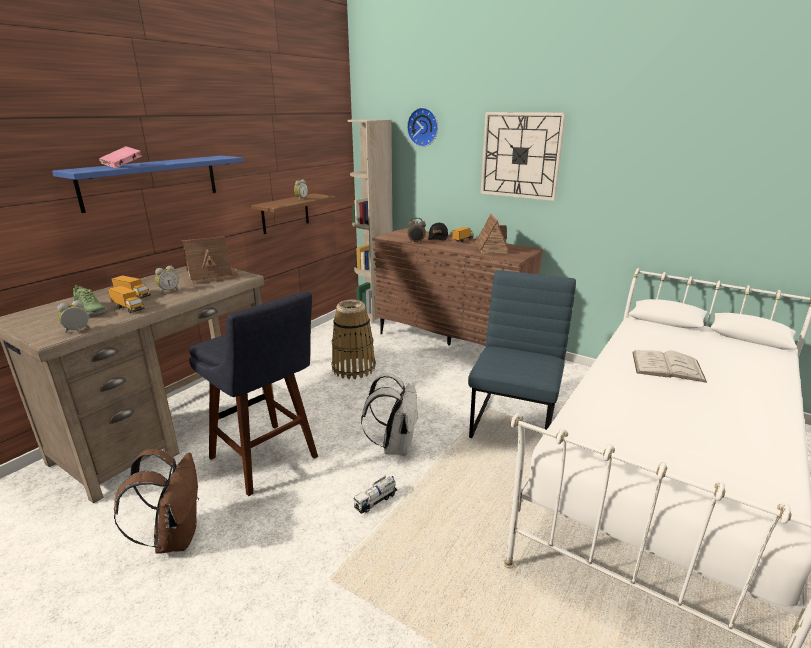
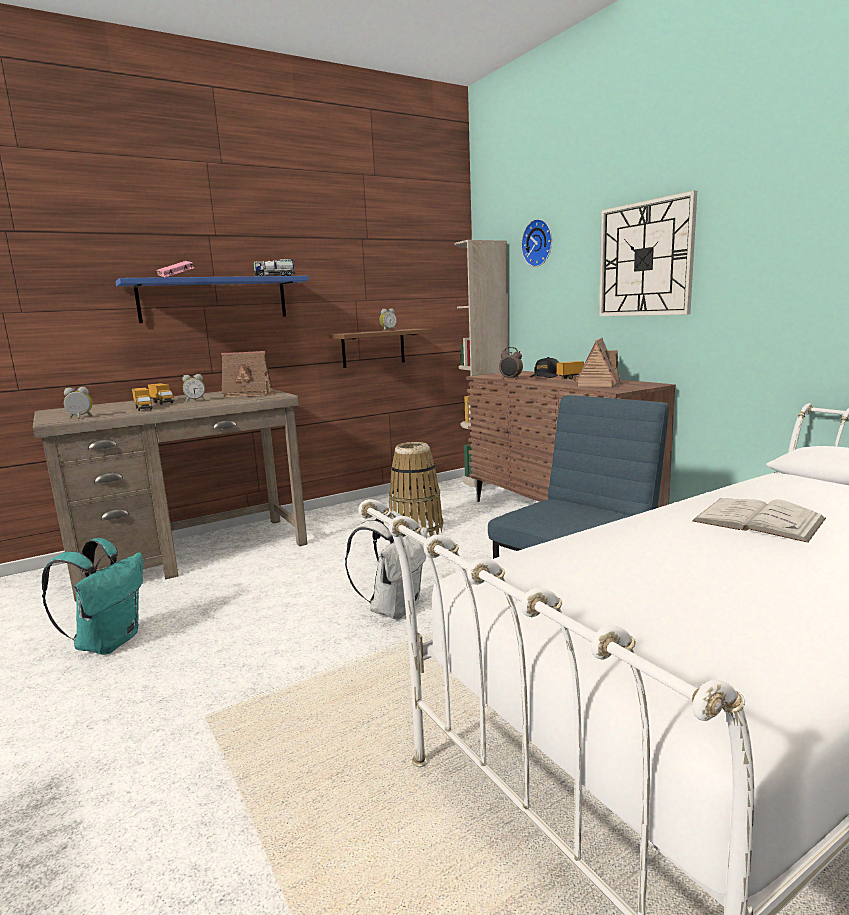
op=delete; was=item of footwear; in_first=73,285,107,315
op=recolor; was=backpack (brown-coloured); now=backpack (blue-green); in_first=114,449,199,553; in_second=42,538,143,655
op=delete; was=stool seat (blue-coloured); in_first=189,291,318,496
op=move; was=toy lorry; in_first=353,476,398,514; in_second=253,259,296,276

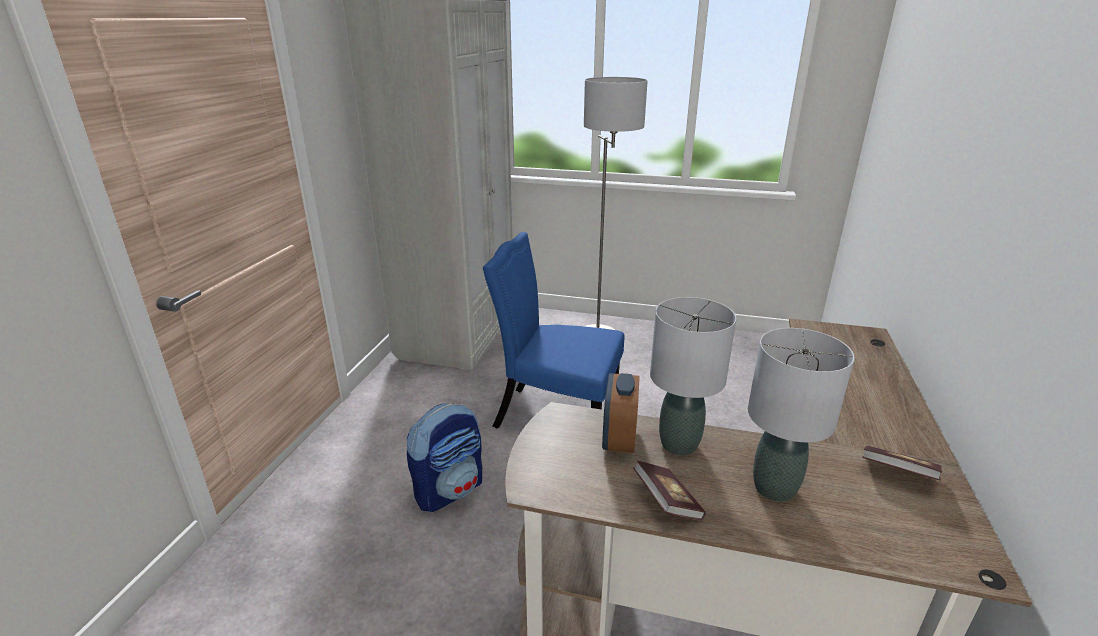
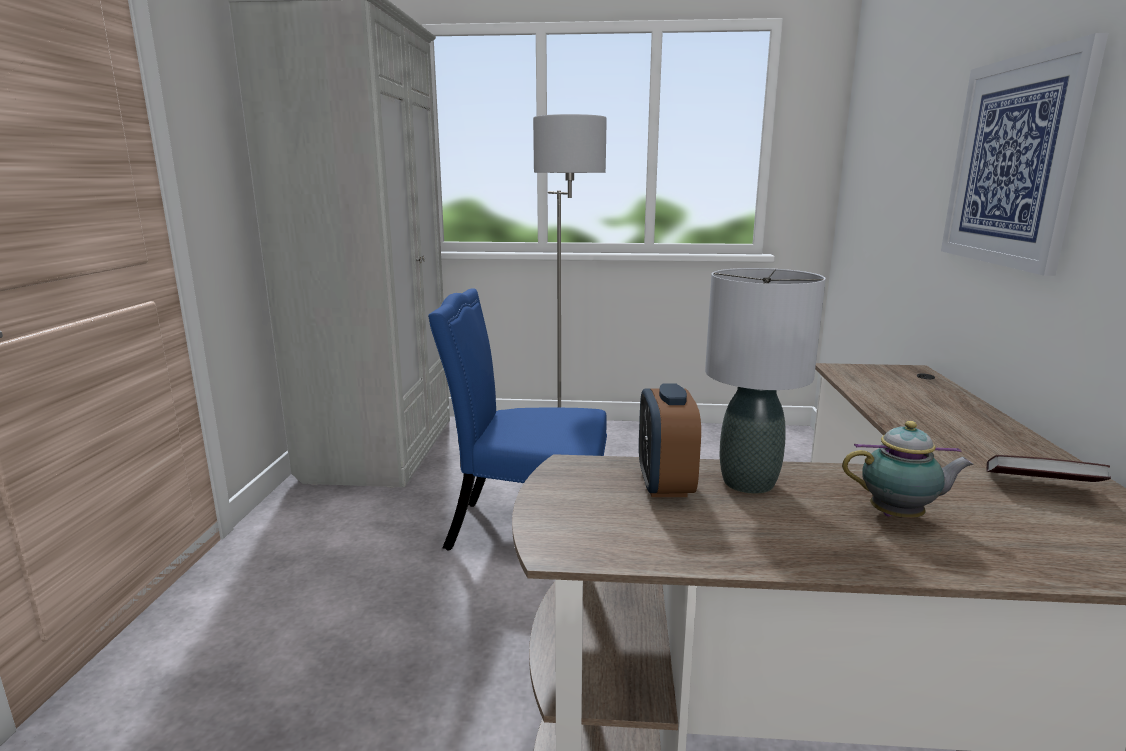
op=delete; was=backpack; in_first=407,403,482,512
op=delete; was=volume; in_first=633,461,706,520
op=replace; was=tabletop lamp (gray); now=tea pot; in_first=748,328,855,502; in_second=842,421,974,518
op=insert; now=picture; in_second=941,33,1108,276

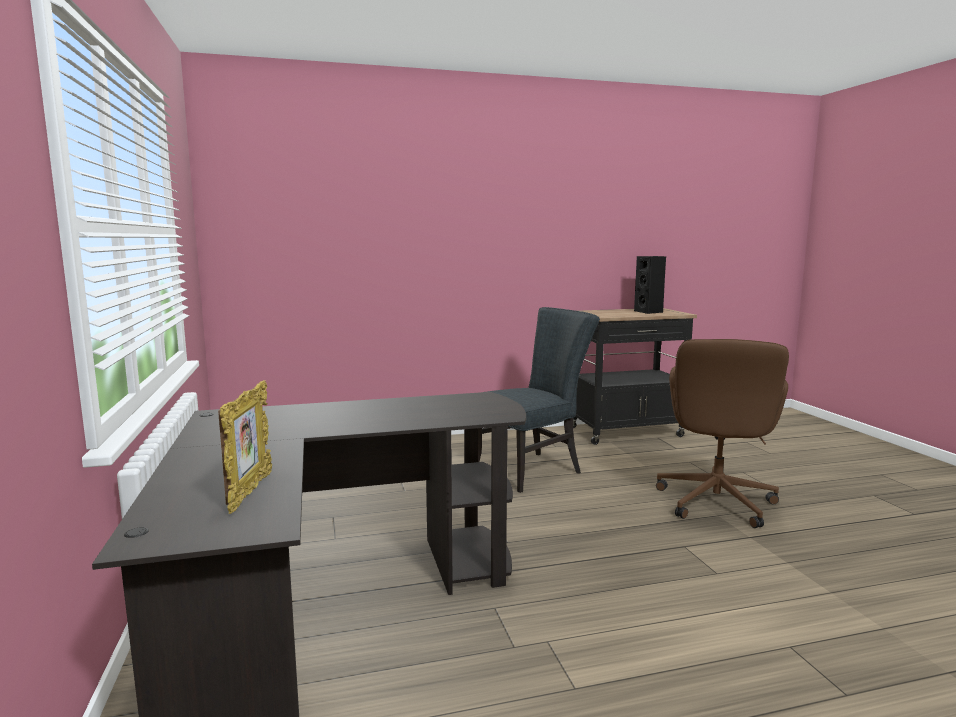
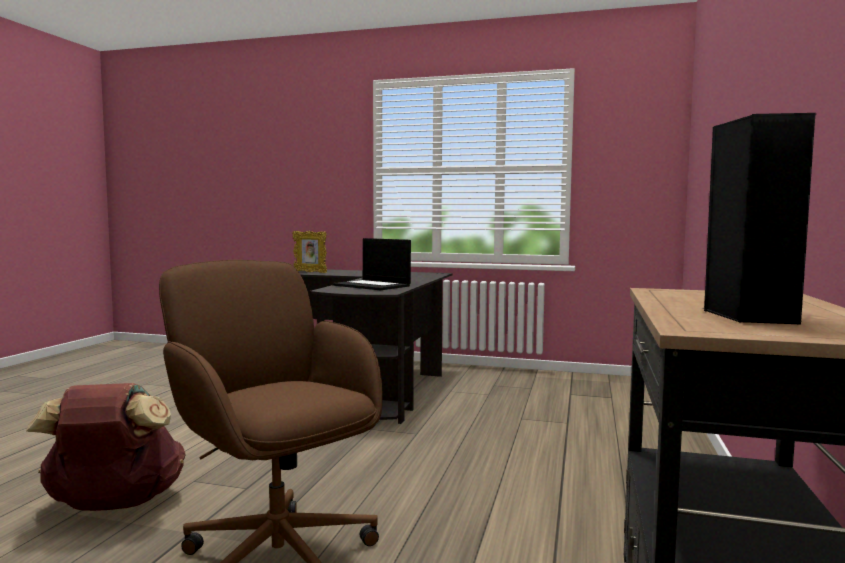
op=delete; was=chair (gray); in_first=478,307,600,493
op=insert; now=backpack (brown-coloured); in_second=26,383,186,511
op=insert; now=portable computer; in_second=333,238,411,290

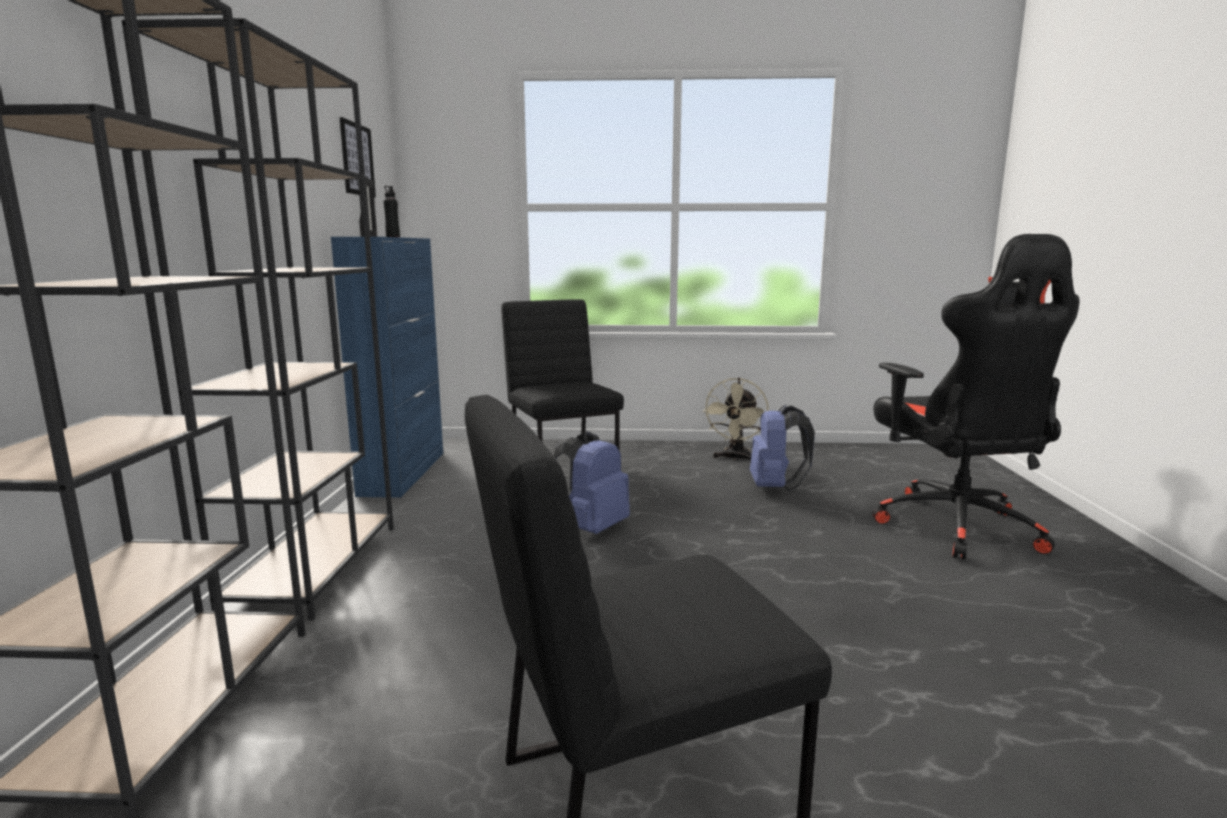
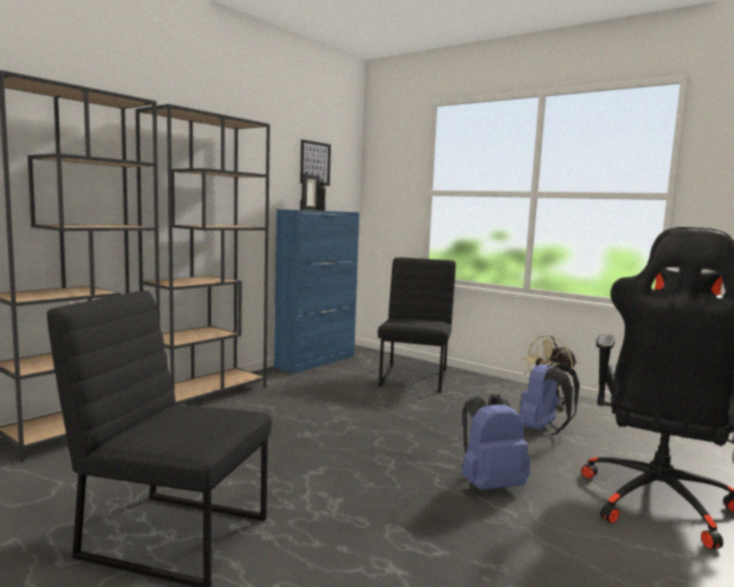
op=move; was=backpack (blue-coloured); in_first=554,431,630,534; in_second=462,394,530,490

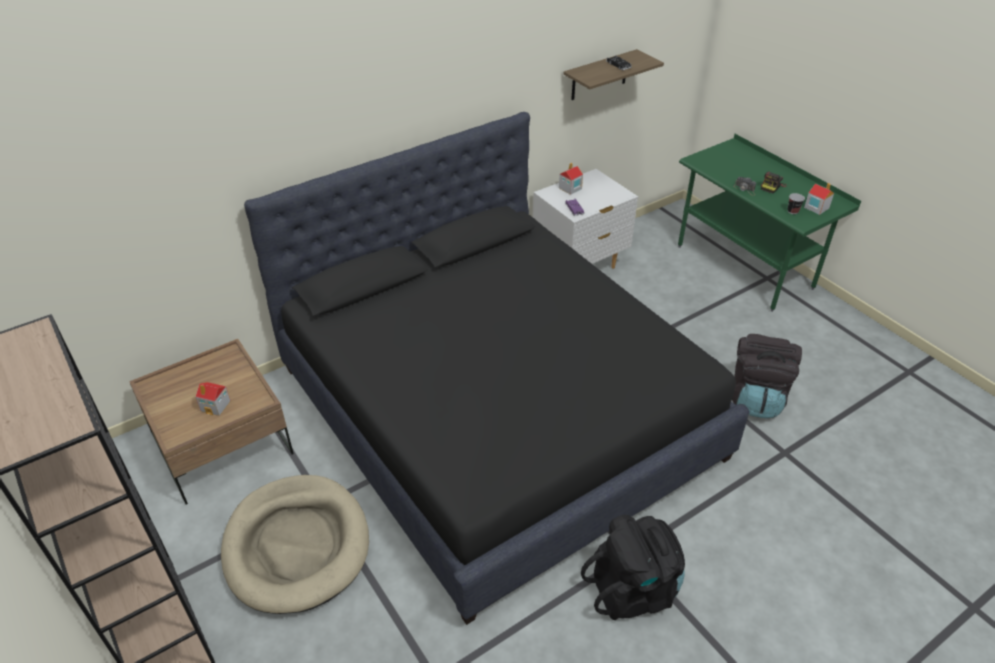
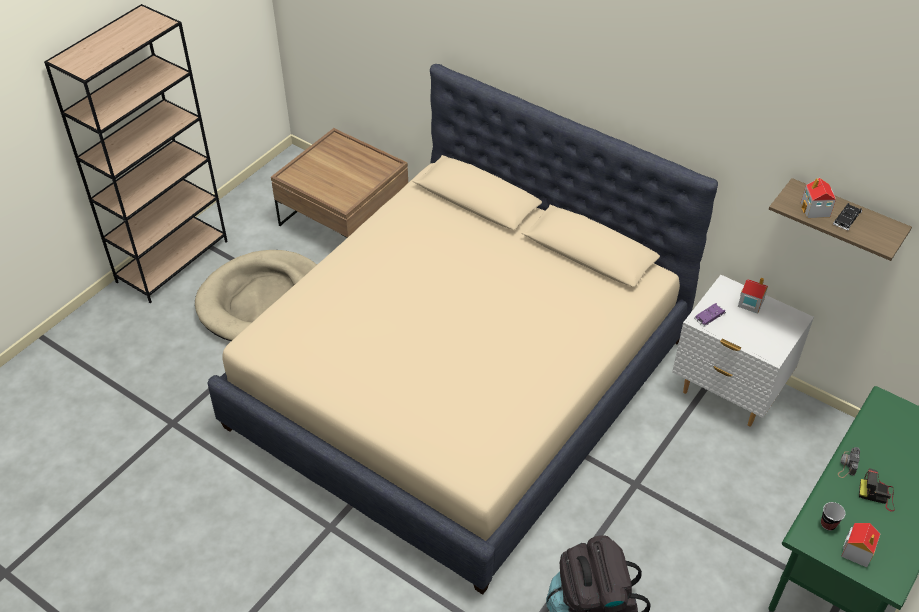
op=move; was=toy house; in_first=196,382,230,416; in_second=801,178,836,218
op=recolor; was=bedroom bed (black); now=bedroom bed (sand-coloured); in_first=244,112,750,625; in_second=207,64,718,595
op=delete; was=backpack (black); in_first=581,515,685,620

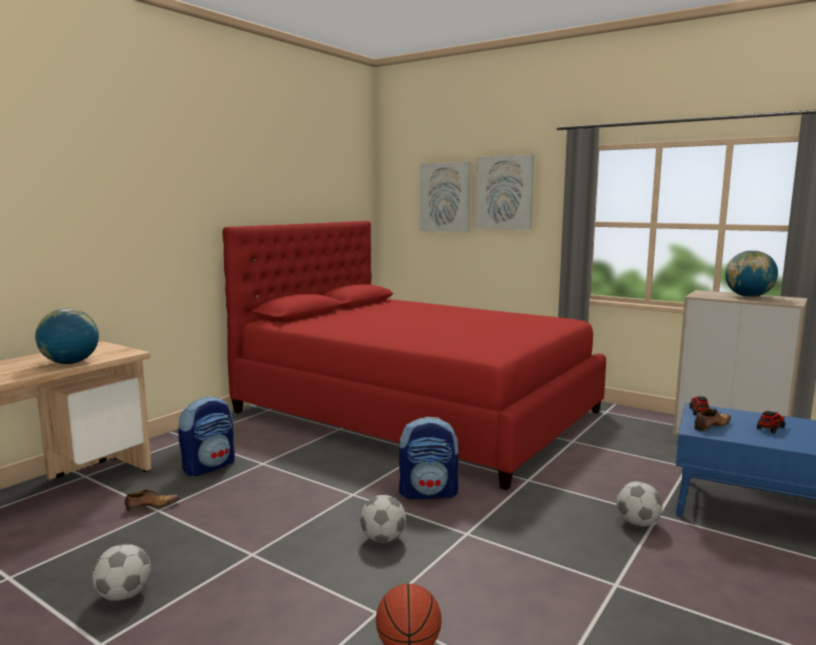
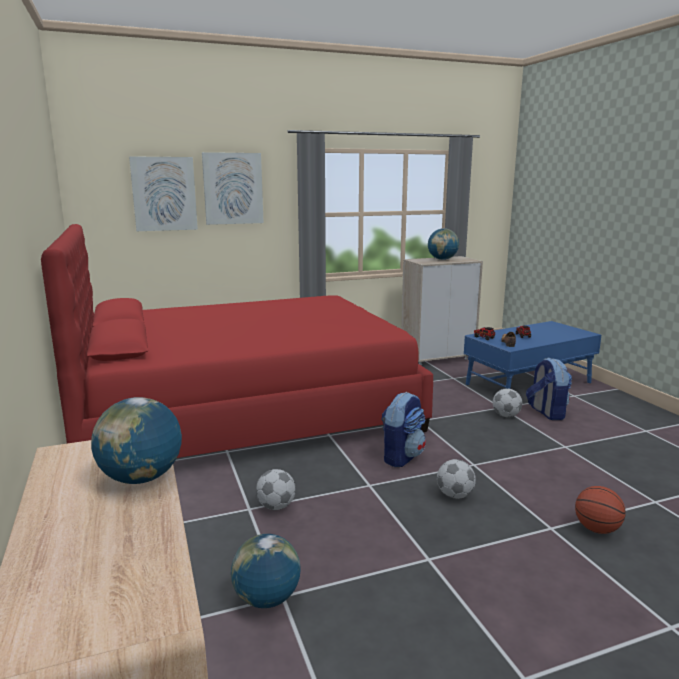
op=move; was=football; in_first=92,544,151,601; in_second=256,469,296,510
op=replace; was=item of footwear; now=desk globe; in_first=125,489,180,511; in_second=231,534,300,608
op=move; was=backpack; in_first=178,396,235,476; in_second=526,357,572,420

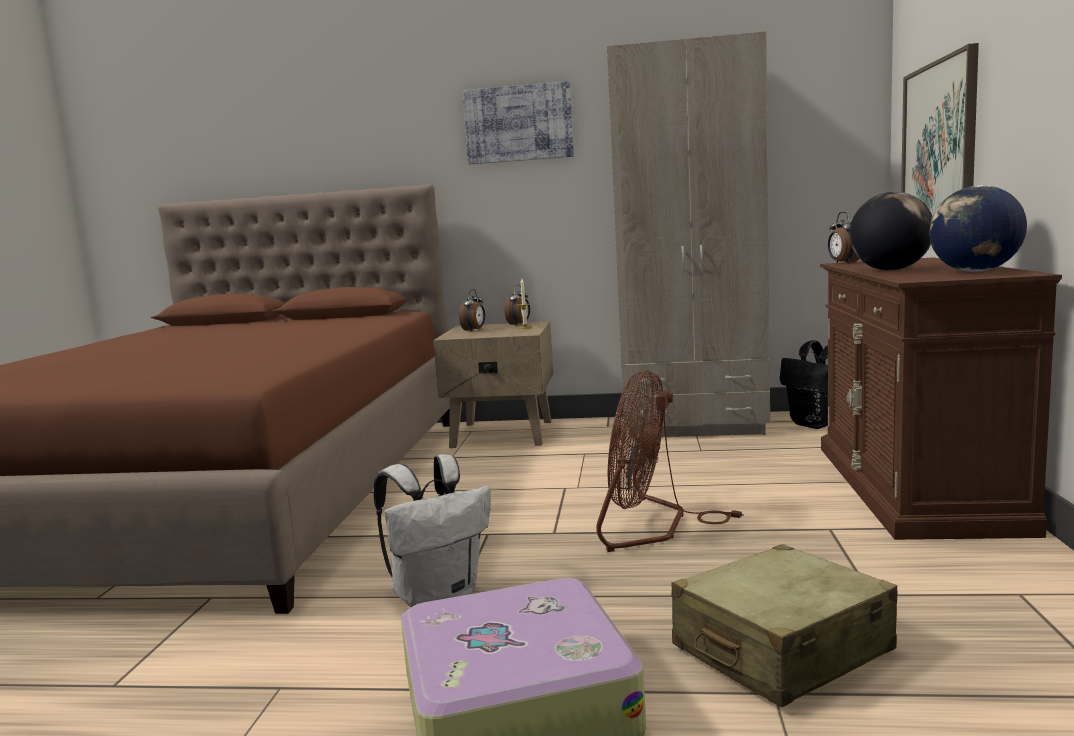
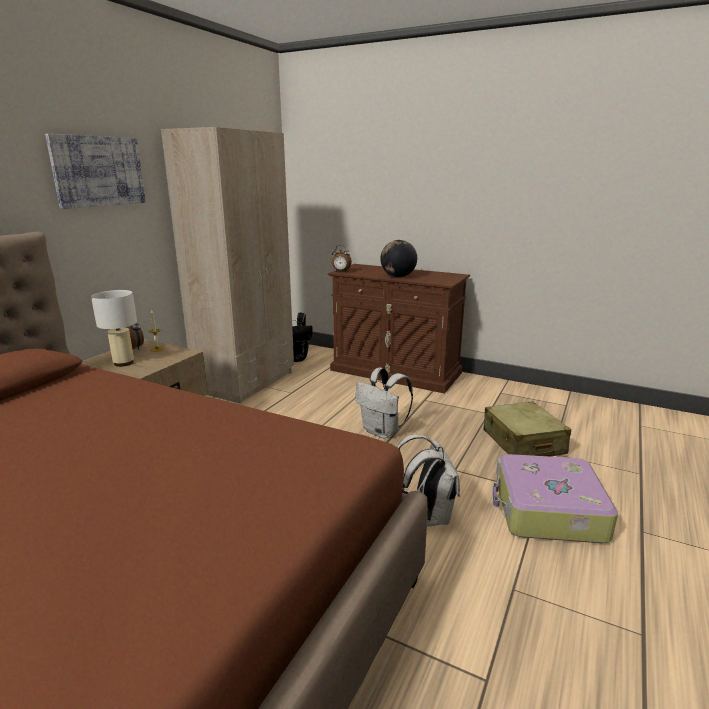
op=replace; was=alarm clock; now=tabletop lamp (whitish); in_first=459,289,485,332; in_second=91,290,137,367
op=replace; was=cooling fan (brown-coloured); now=backpack (whitish); in_first=596,370,743,552; in_second=355,368,413,438
op=delete; was=picture; in_first=901,43,979,216
op=delete; was=desk globe; in_first=929,185,1027,272

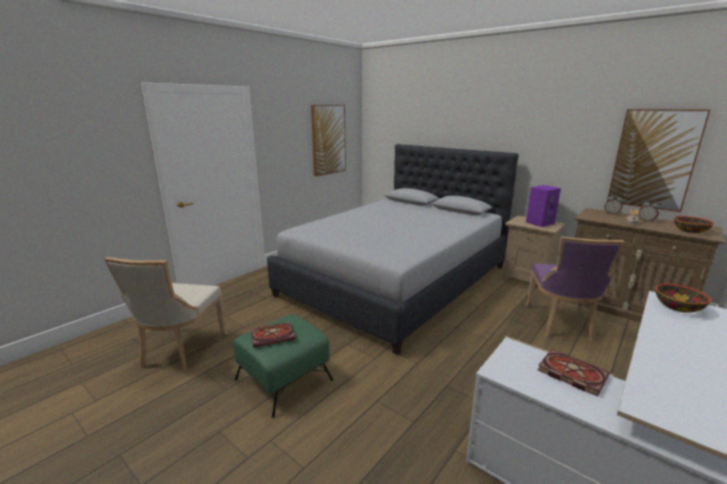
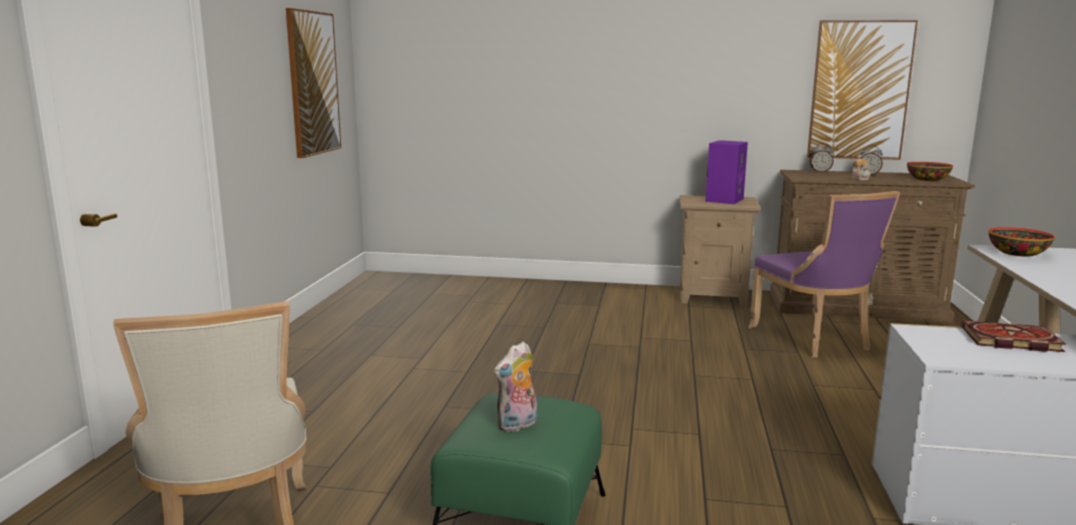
op=replace; was=volume; now=plush toy; in_first=251,322,296,348; in_second=494,342,537,432
op=delete; was=bedroom bed (gray); in_first=267,144,519,355

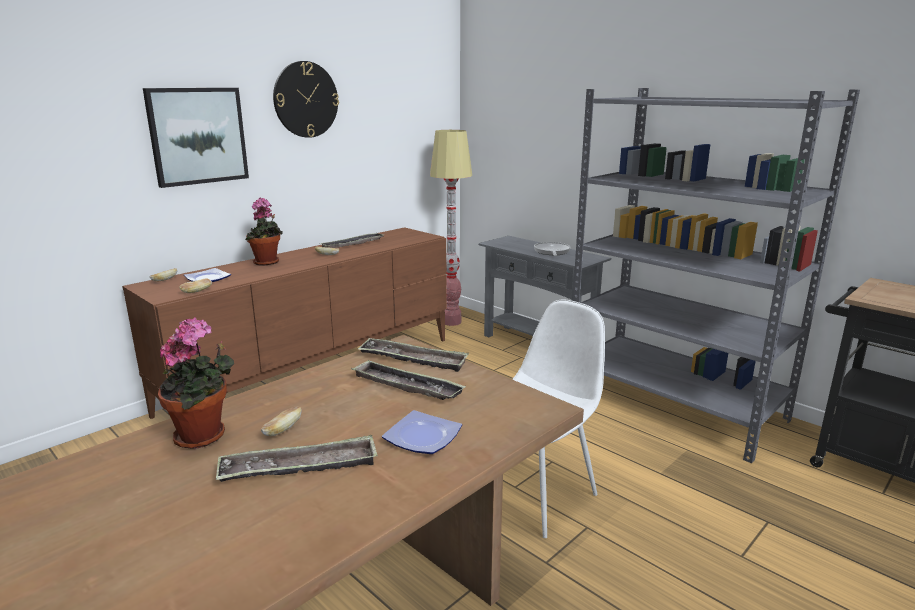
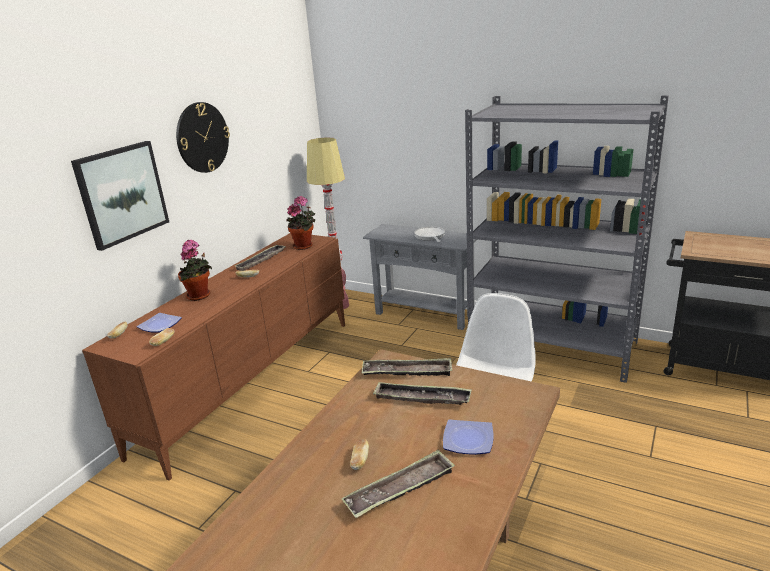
op=move; was=plant in a pot; in_first=158,317,234,449; in_second=287,196,315,250

